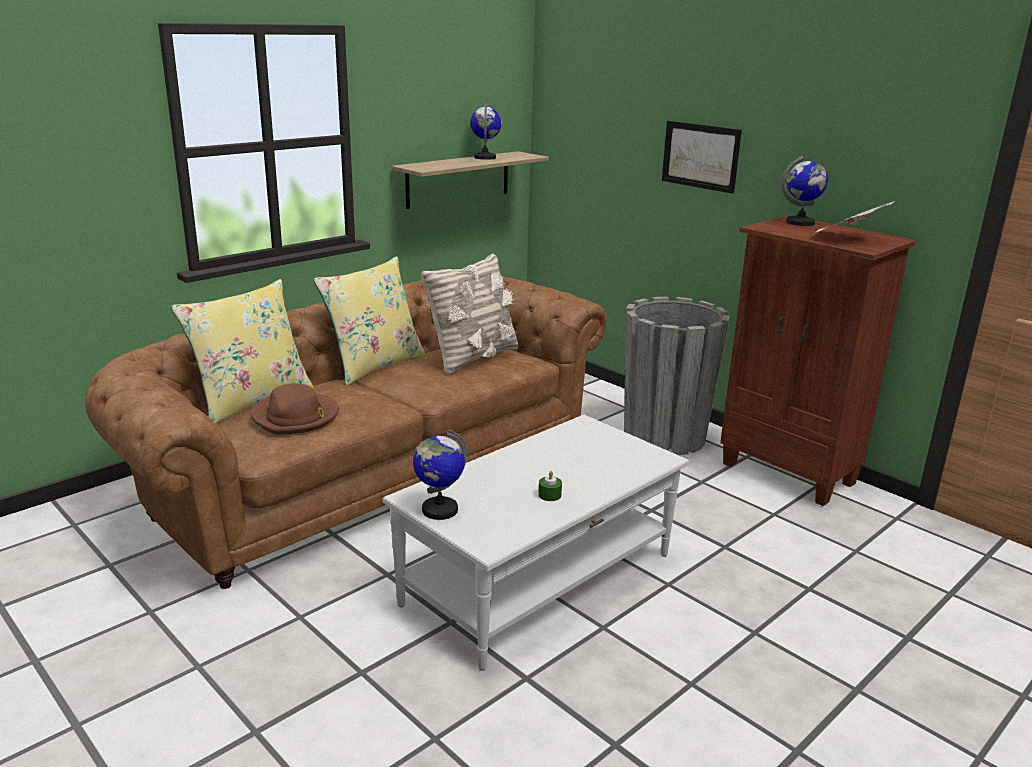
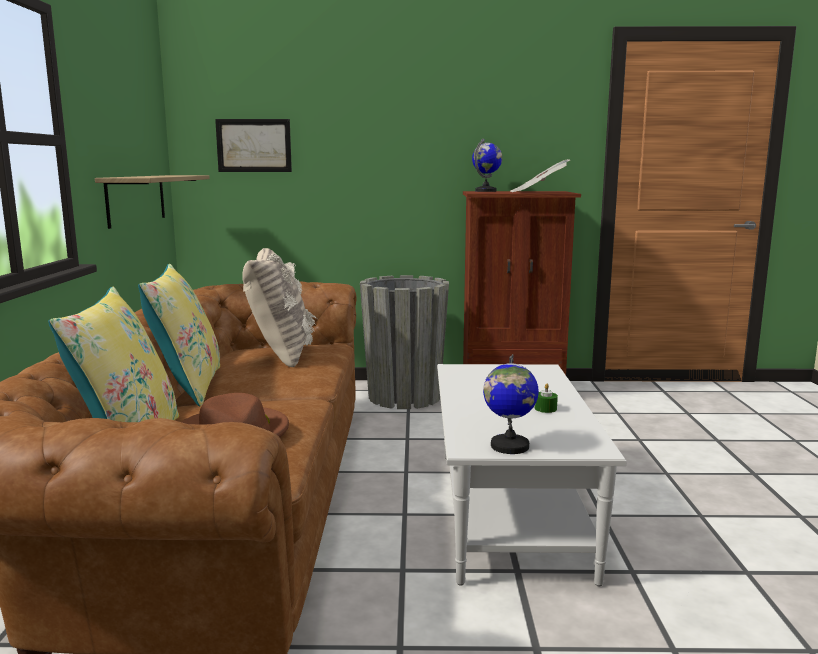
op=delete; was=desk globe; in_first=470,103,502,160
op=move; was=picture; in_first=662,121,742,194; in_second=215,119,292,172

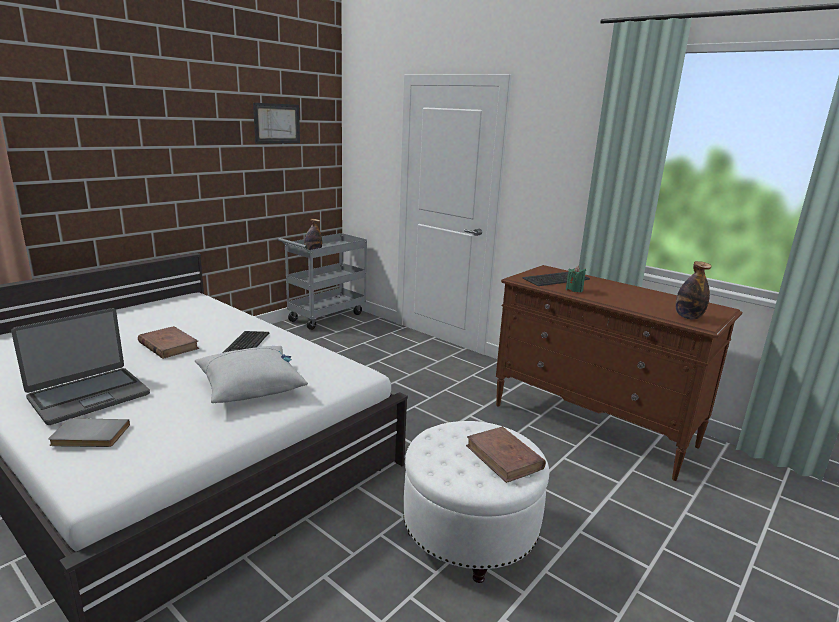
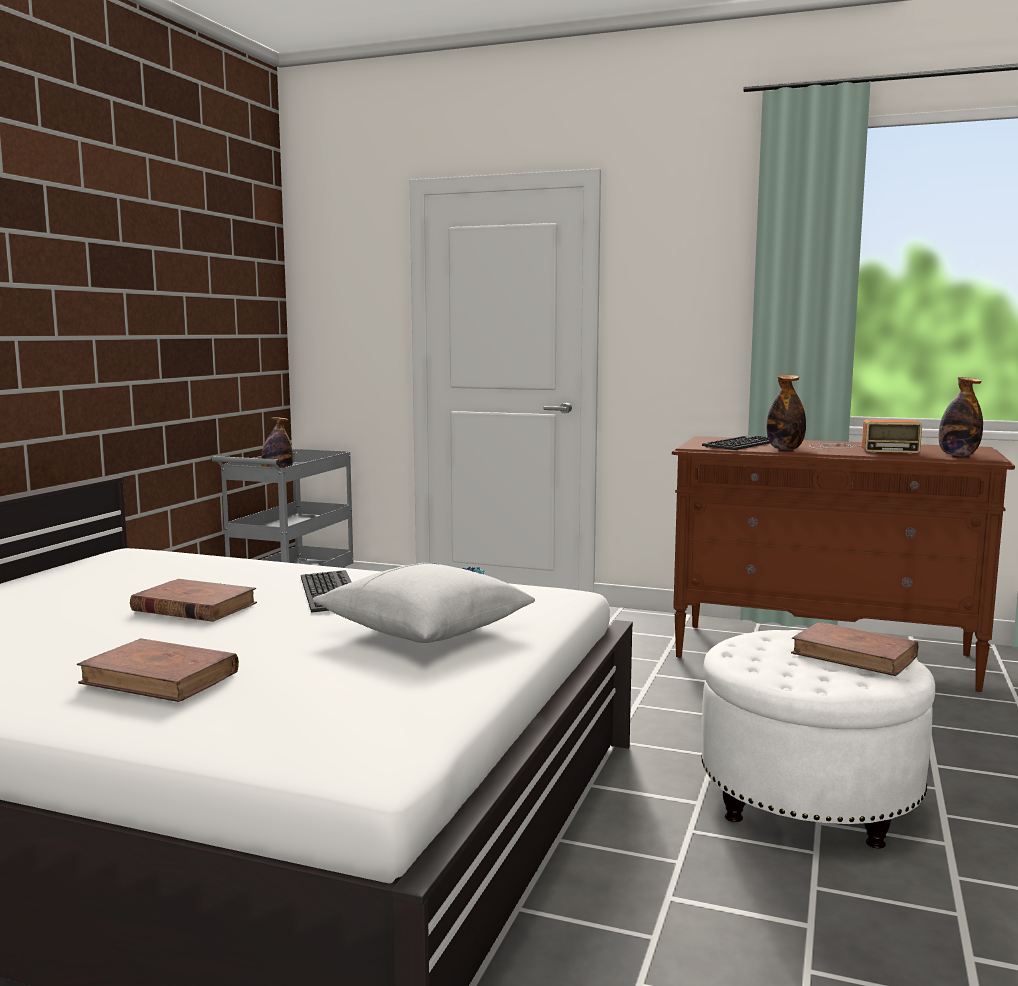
op=replace; was=portable computer; now=volume (brown-coloured); in_first=11,308,150,425; in_second=77,638,239,702
op=delete; was=volume (gray); in_first=48,418,130,447
op=delete; was=picture; in_first=253,103,300,144
op=replace; was=candle (greenish); now=drink bottle; in_first=566,266,586,292; in_second=767,375,806,450
op=insert; now=radio receiver; in_second=809,419,922,454

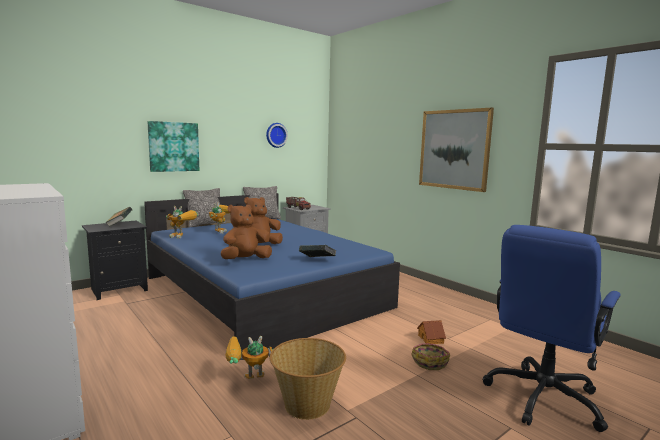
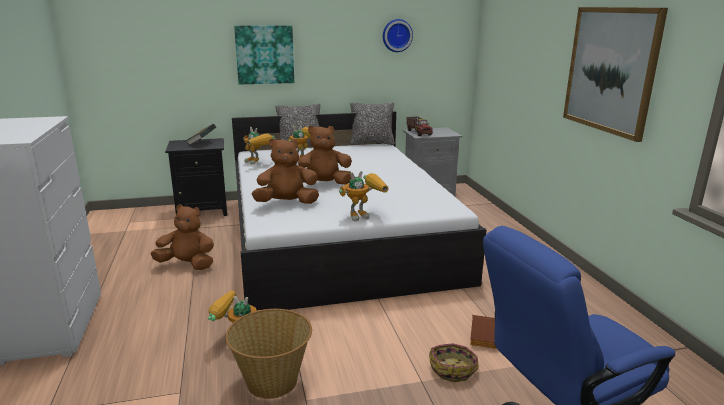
op=recolor; was=bedroom bed (blue-coloured); now=bedroom bed (whitish); in_first=144,193,400,357; in_second=232,111,486,310
op=replace; was=volume; now=robot figure; in_first=299,245,336,257; in_second=339,171,389,221
op=insert; now=plush toy (brown-coloured); in_second=151,204,214,270

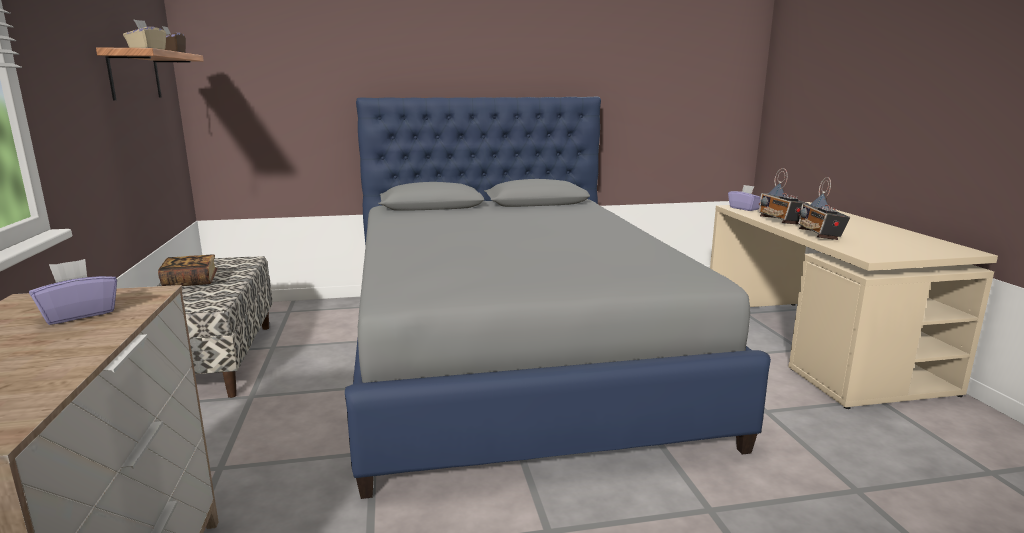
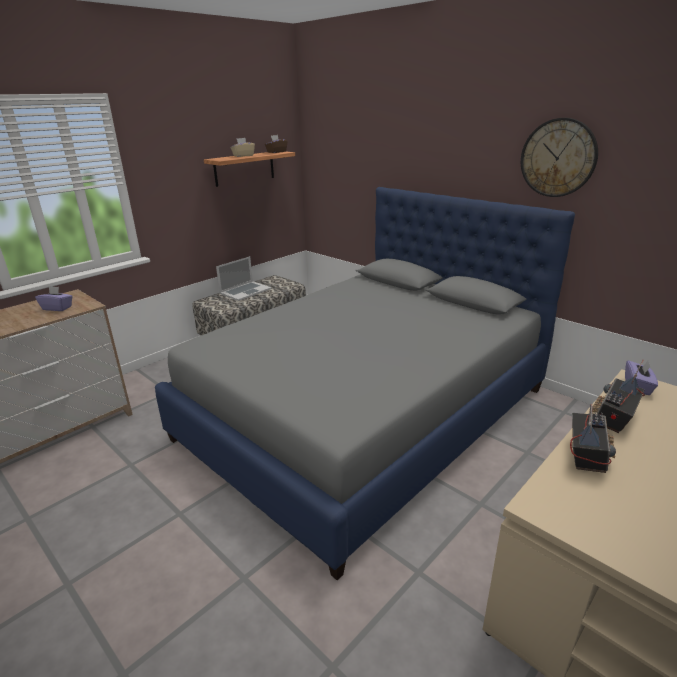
op=replace; was=volume; now=portable computer; in_first=158,255,218,286; in_second=216,256,271,301
op=rotate; was=radio receiver; in_first=799,177,850,240; in_second=570,404,616,473; clockwise=150
op=insert; now=hanging clock; in_second=521,118,598,197

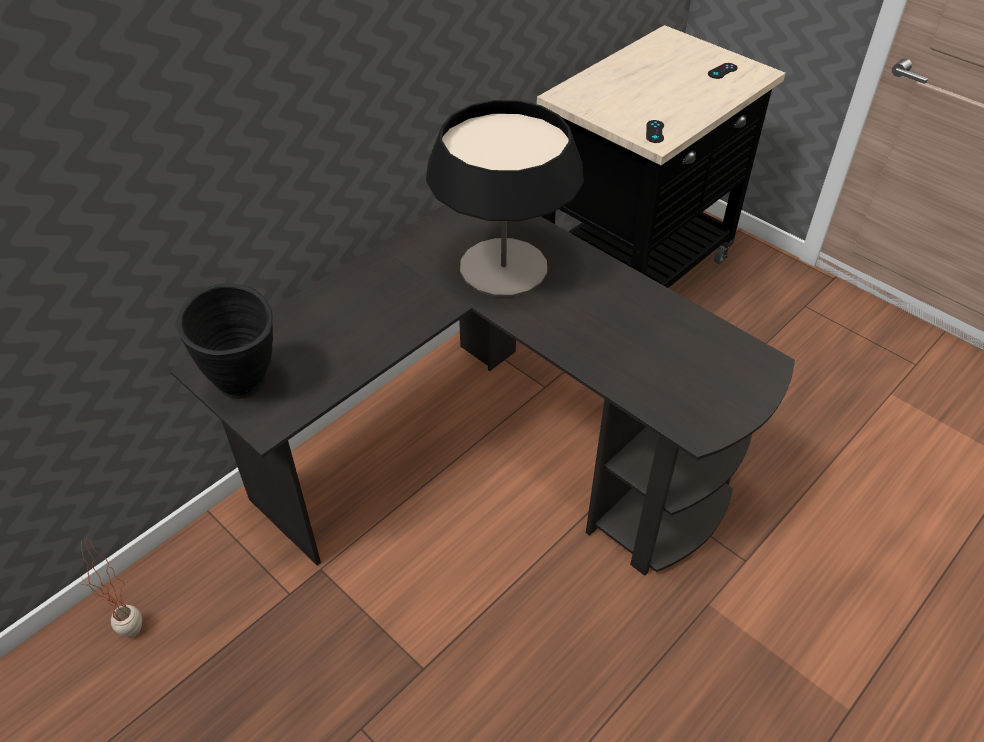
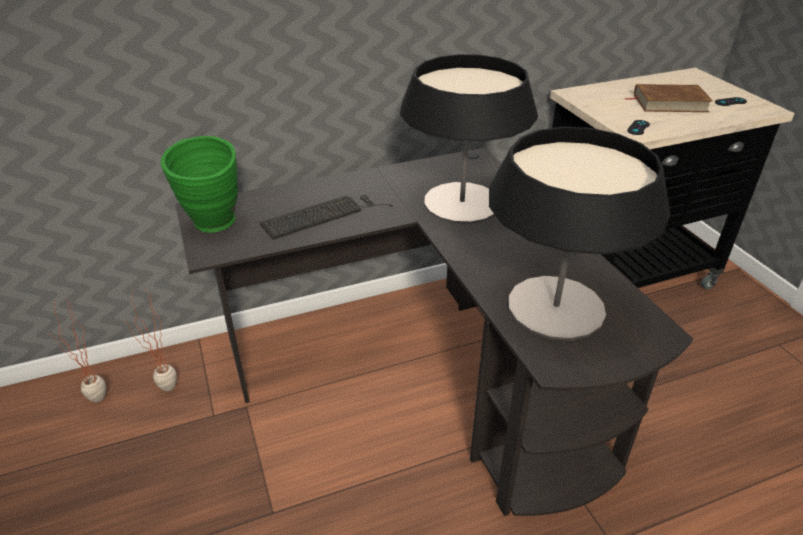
op=recolor; was=flower vase (black); now=flower vase (greenish); in_first=177,284,273,399; in_second=161,136,238,233
op=insert; now=plant in a pot; in_second=122,288,177,391
op=insert; now=keyboard; in_second=260,195,393,239
op=insert; now=tabletop lamp; in_second=489,127,670,341
op=insert; now=volume (brown-coloured); in_second=625,84,713,112

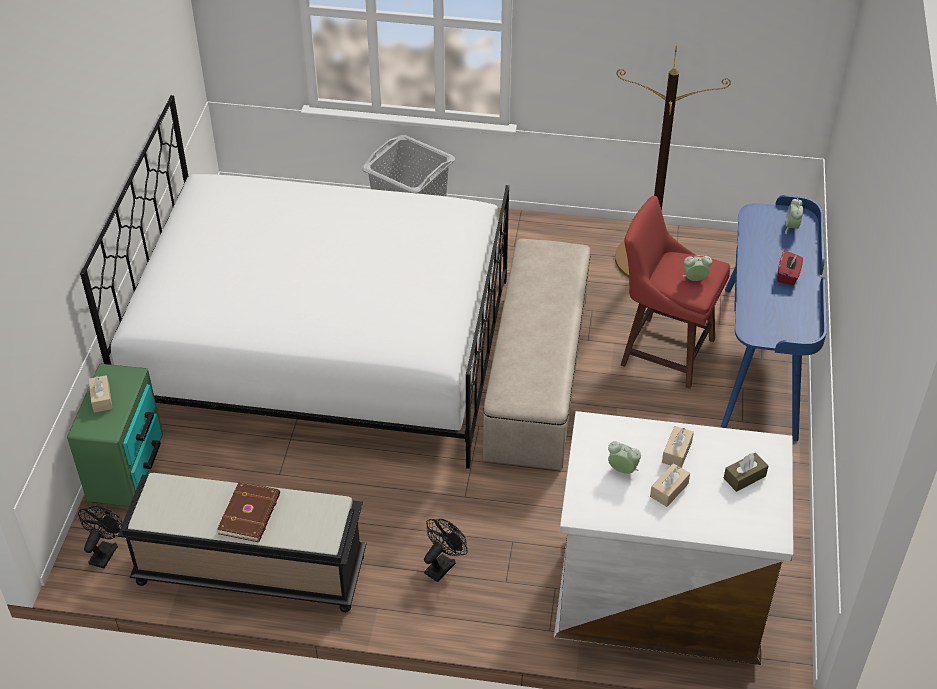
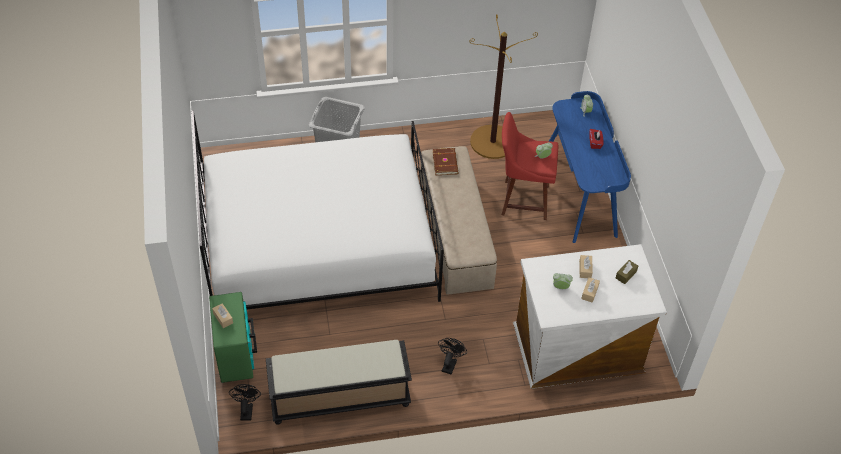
op=move; was=volume (brown-coloured); in_first=217,482,280,542; in_second=433,148,458,175

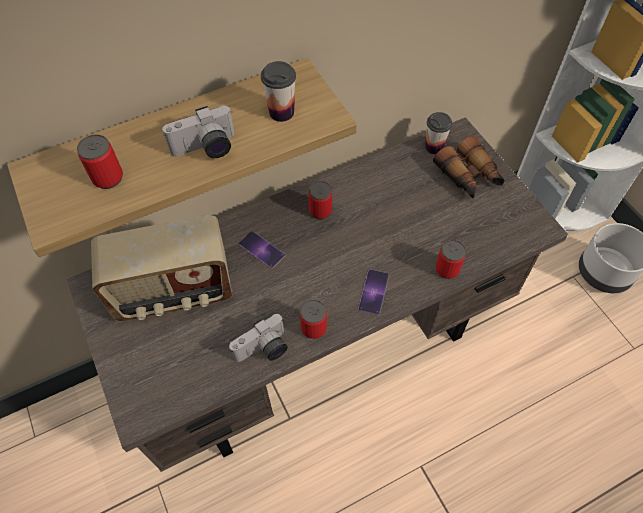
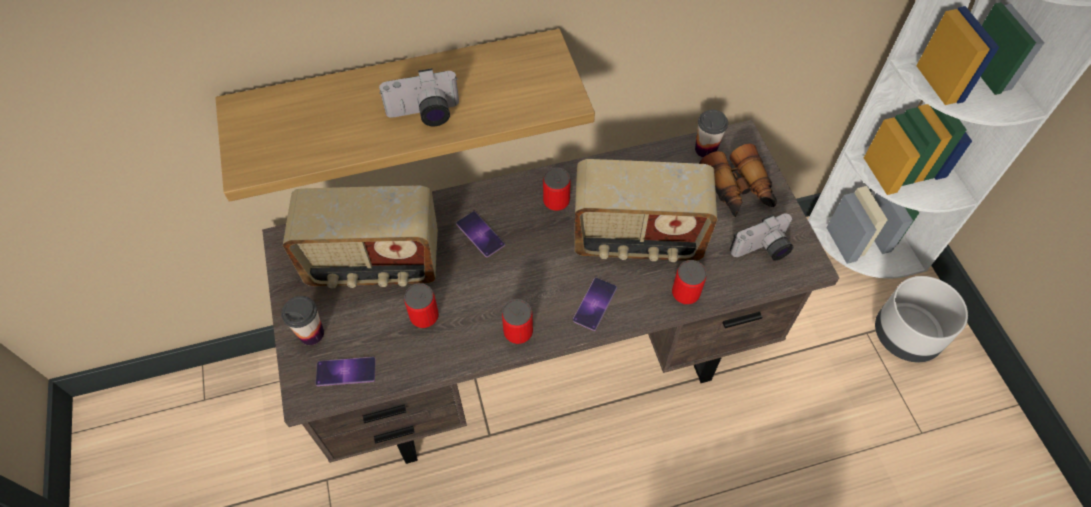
op=move; was=metal can; in_first=77,134,123,189; in_second=404,283,439,328
op=move; was=photo camera; in_first=229,314,288,362; in_second=730,213,794,261
op=move; was=small cup; in_first=261,61,296,122; in_second=281,296,324,345
op=insert; now=handset; in_second=315,357,376,386
op=insert; now=radio receiver; in_second=575,159,718,262

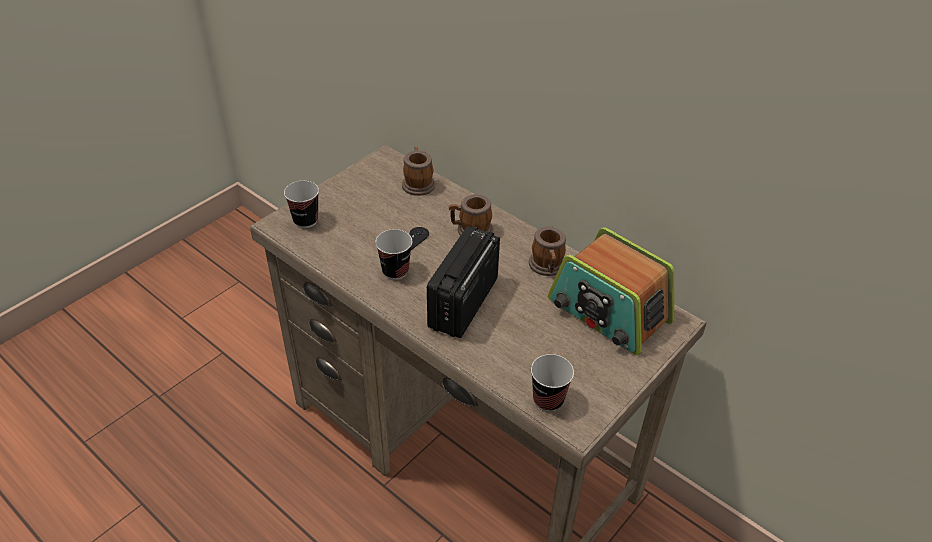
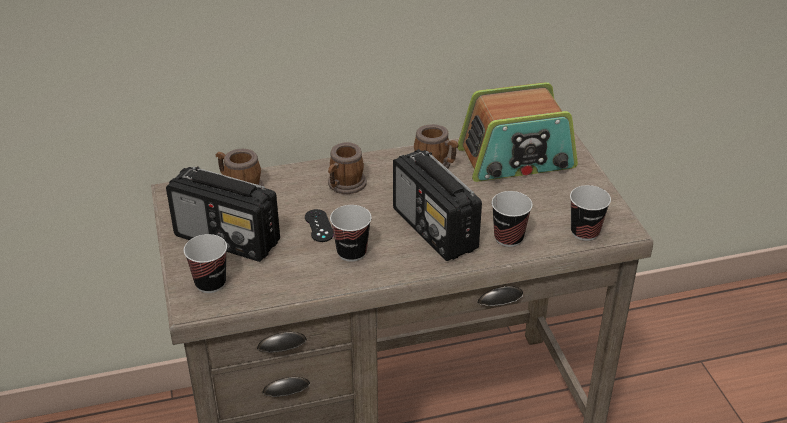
op=insert; now=radio receiver; in_second=166,166,280,262
op=insert; now=small cup; in_second=492,191,533,247

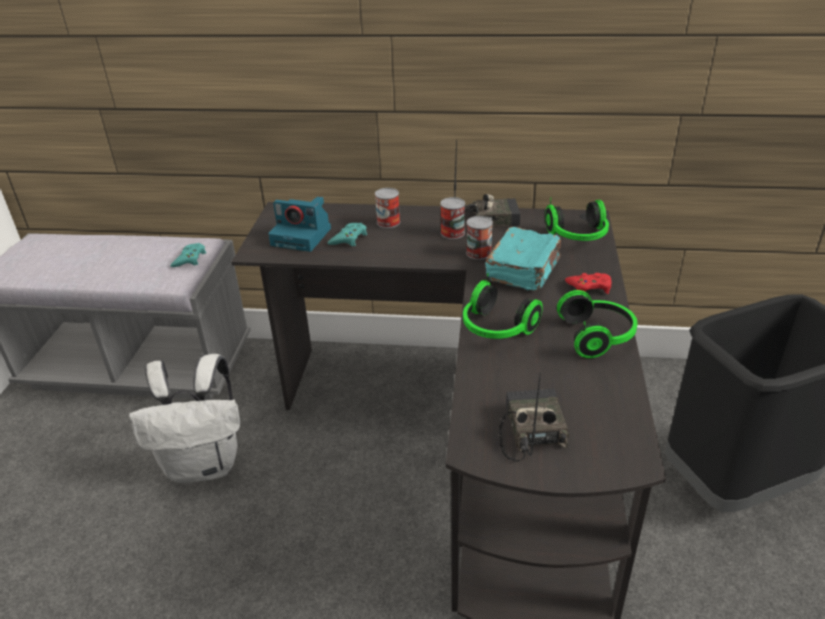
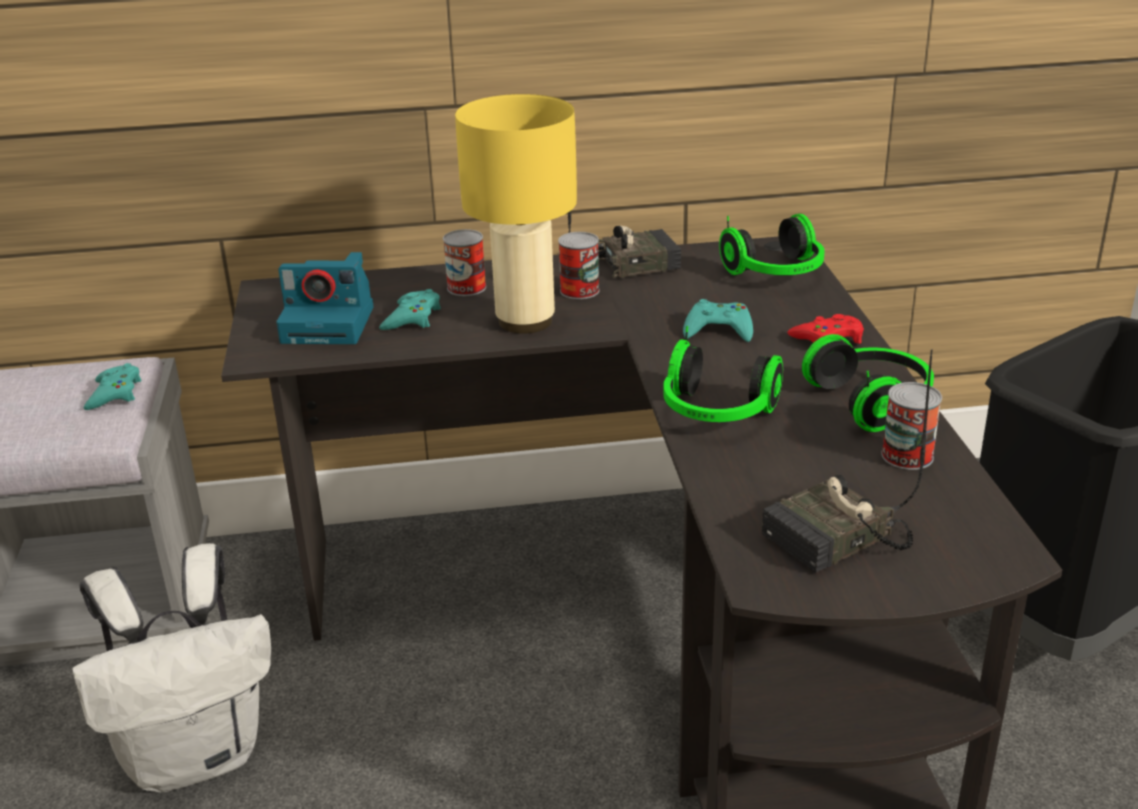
op=move; was=metal can; in_first=466,216,493,260; in_second=881,382,942,470
op=replace; was=volume (blue-green); now=game controller (blue-green); in_first=485,227,561,291; in_second=683,299,753,342
op=rotate; was=radio receiver; in_first=499,372,569,462; in_second=761,349,932,573; clockwise=-105
op=insert; now=tabletop lamp (yellowish); in_second=455,94,577,334

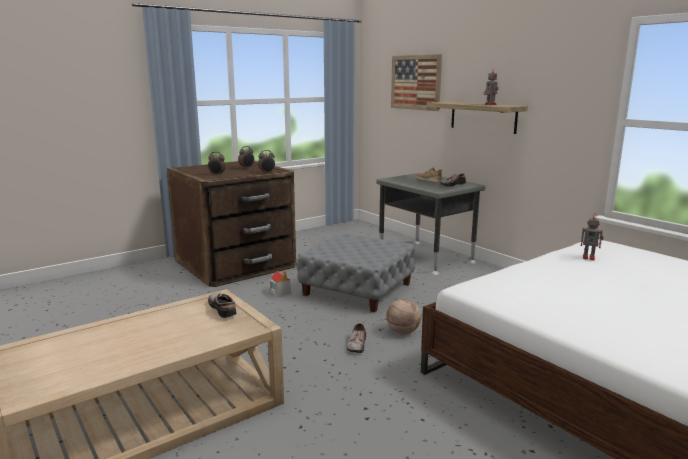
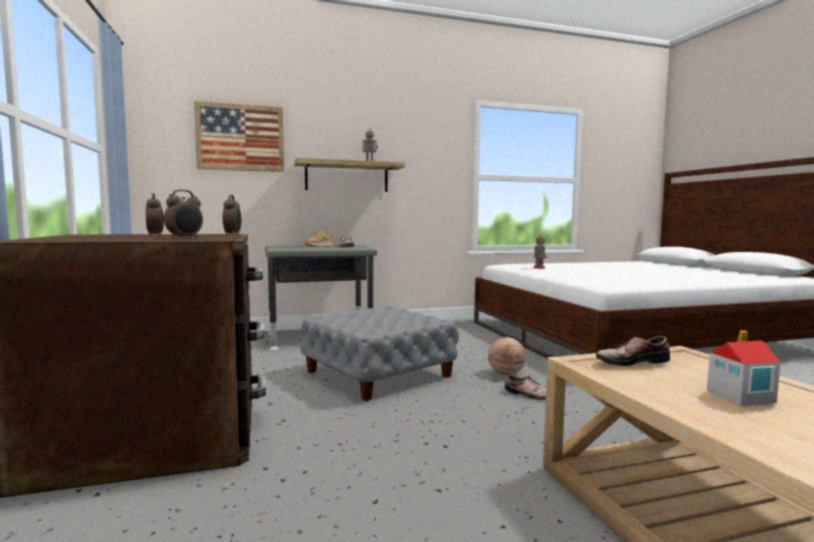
op=move; was=toy house; in_first=270,270,291,297; in_second=707,330,781,406

